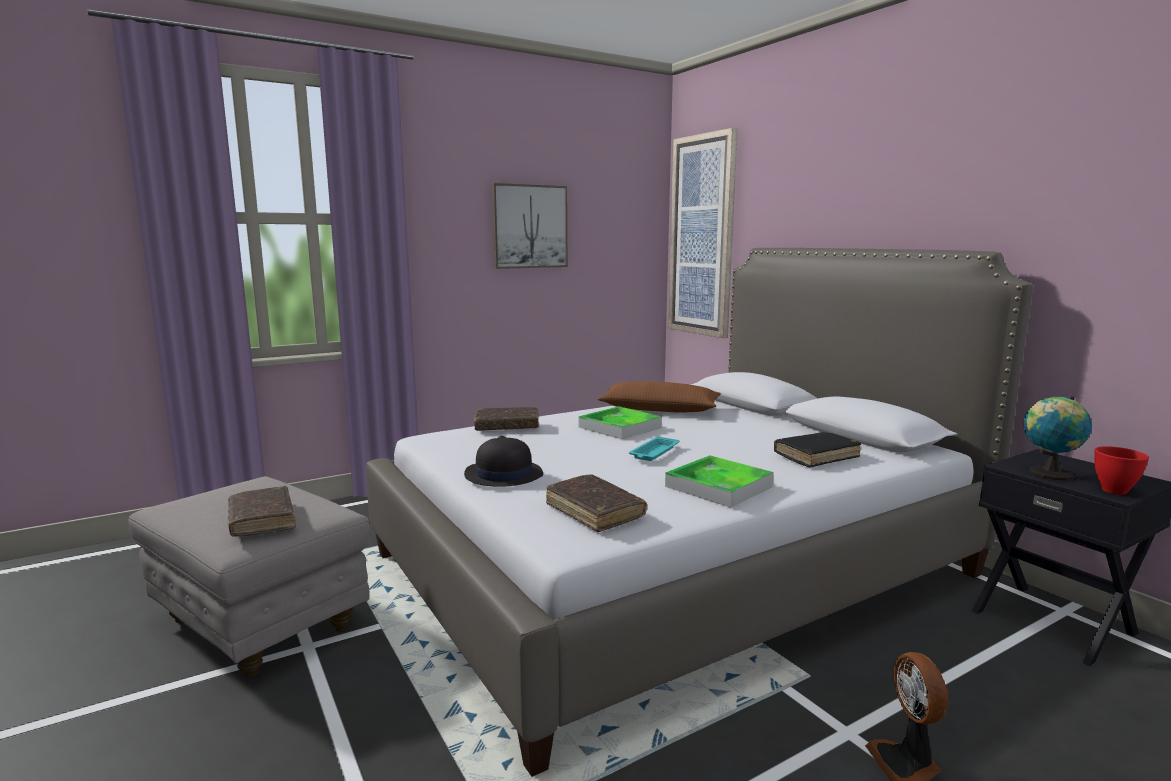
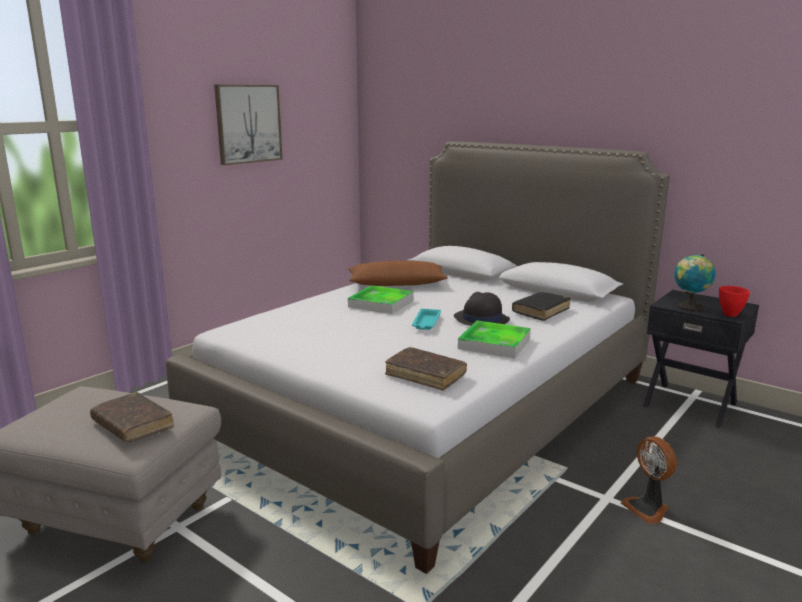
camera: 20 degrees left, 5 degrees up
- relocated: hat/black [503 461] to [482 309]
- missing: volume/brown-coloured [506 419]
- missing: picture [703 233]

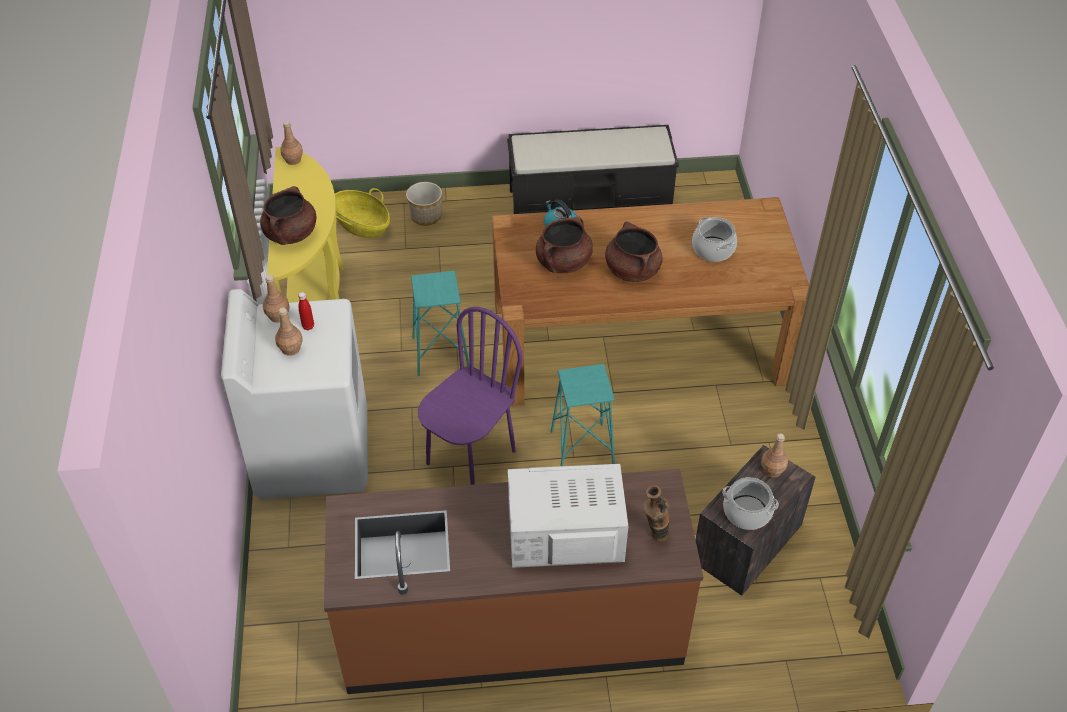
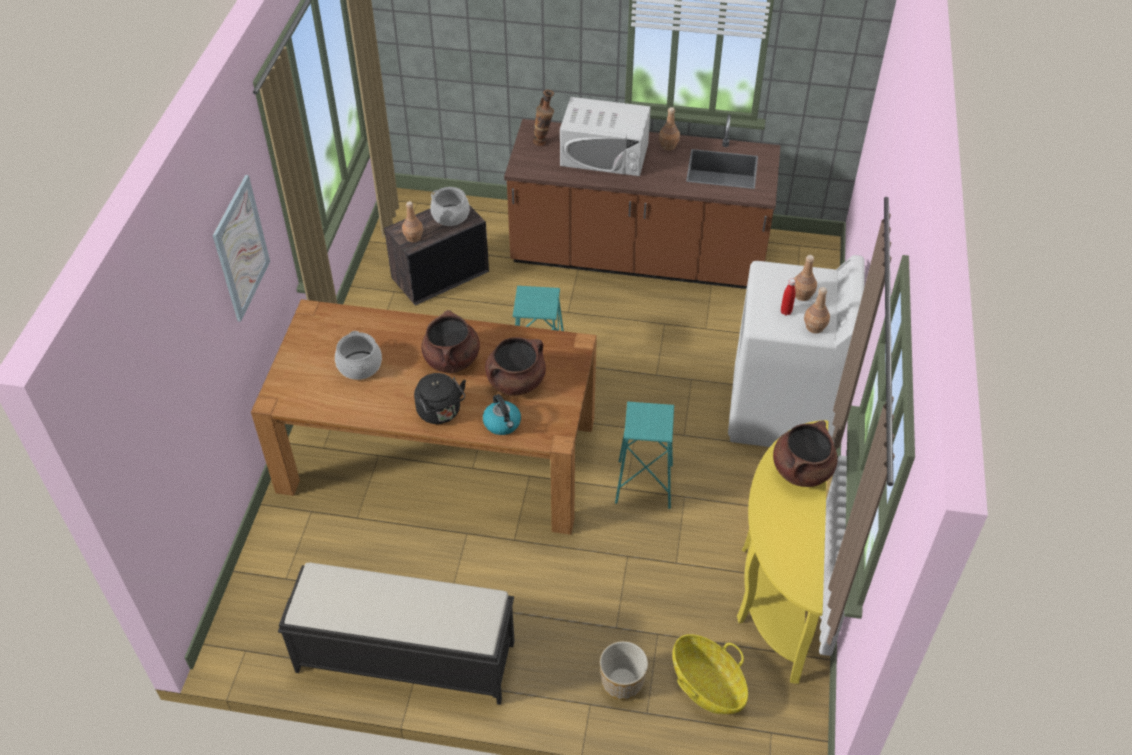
camera: 165 degrees left, 0 degrees up
- relocated: bottle/brown-coloured [291 143] to [669 128]
- missing: plain chair/purple [470 396]
- appeared: picture [241 248]
- appeared: kettle/black [440 398]

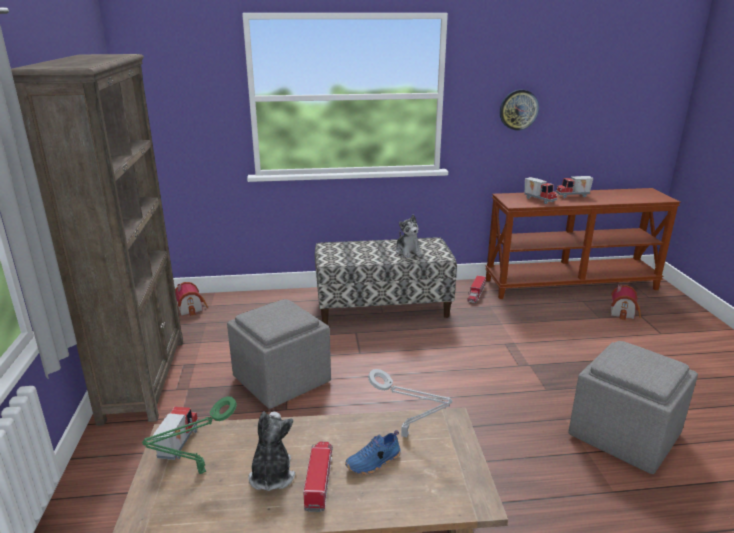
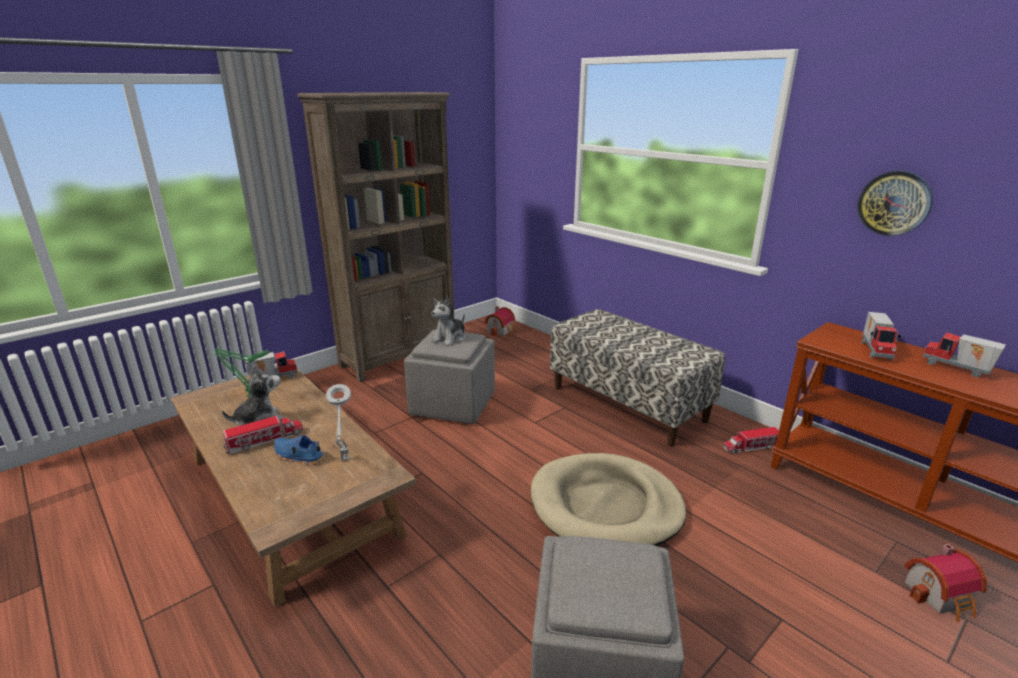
camera: 55 degrees right, 0 degrees up
- relocated: soft toy [409 236] to [448 321]
- appeared: pet bed/sand-coloured [608 499]

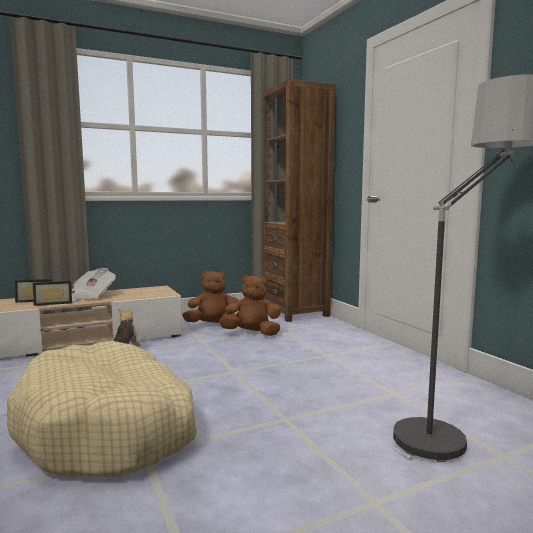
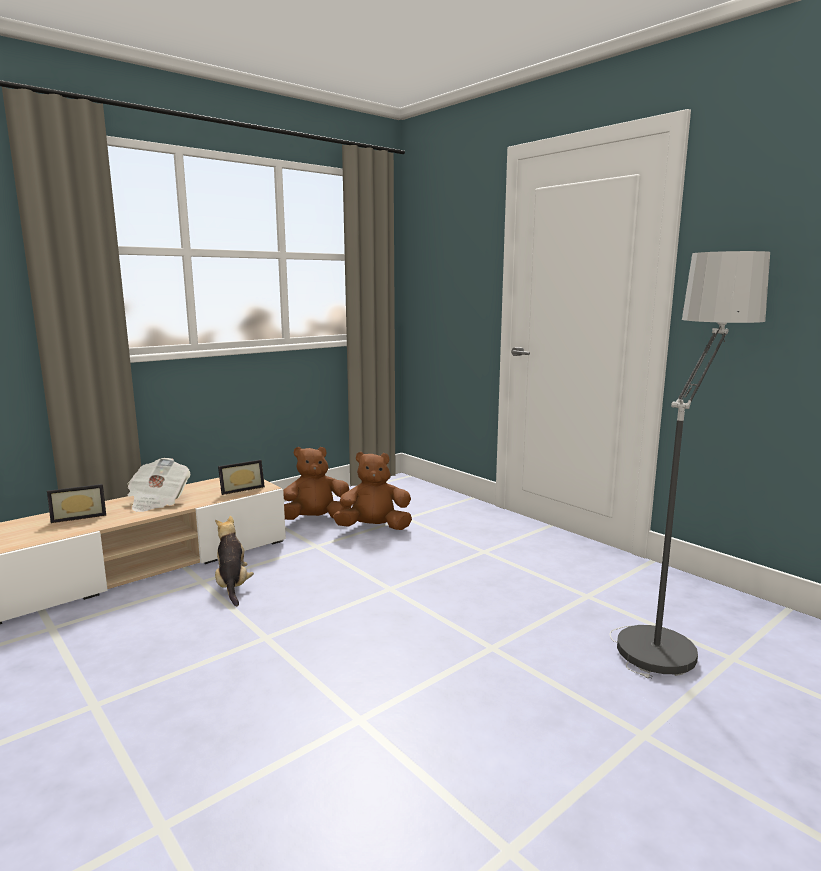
camera: 15 degrees left, 5 degrees up
- missing: pet bed/sand-coloured [102 409]
- relocated: standing frame [52 293] to [241 477]
- missing: bookcase/brown-coloured [299 200]

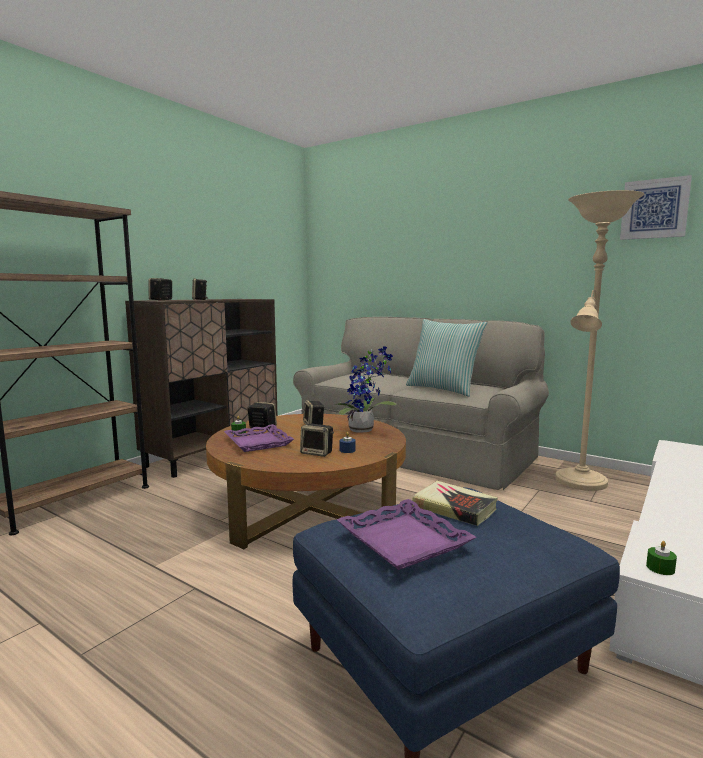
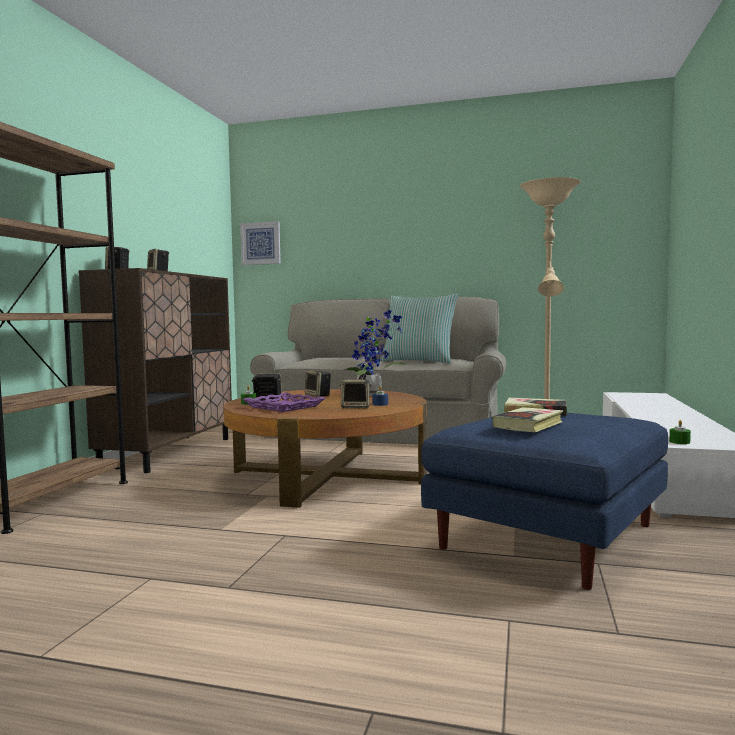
camera: 20 degrees left, 5 degrees down
- exchanged: tray/purple [406 534] to volume [527 419]
- relocated: picture [656 207] to [260 243]

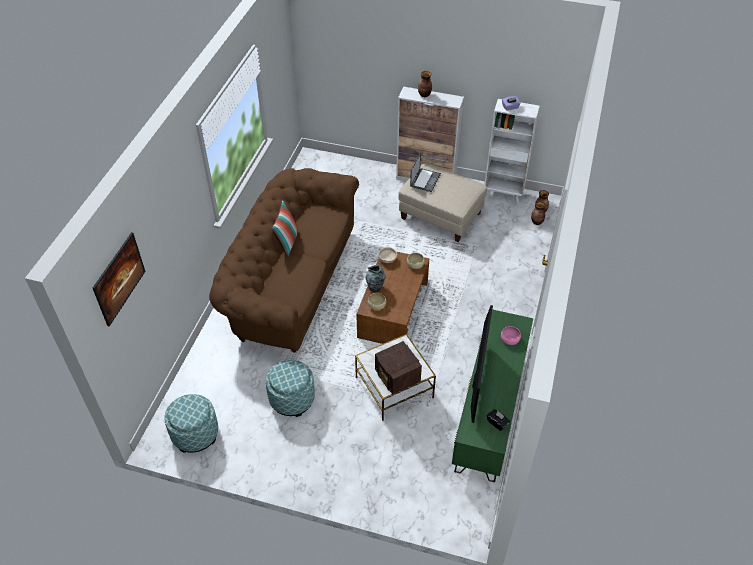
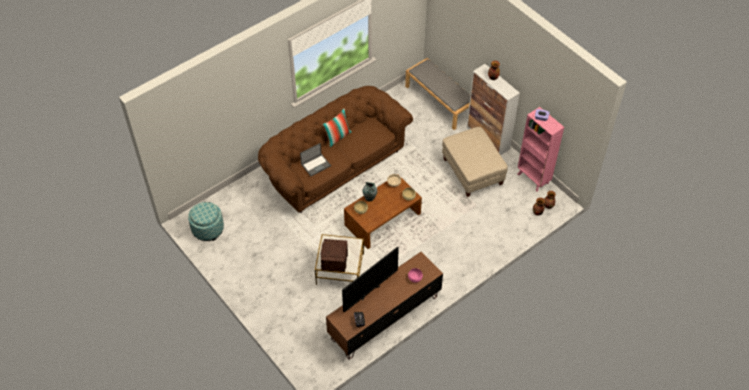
camera: 35 degrees right, 5 degrees up
- missing: picture [119 279]
- missing: ottoman [290 388]
- relocated: notebook computer [425 172] to [315 159]
- colour: tv stand/greenish [492 395] to tv stand/brown-coloured [384 306]
- colour: bookcase/whitish [512 151] to bookcase/pink [541 149]
- appeared: long seat/greyish [437 94]

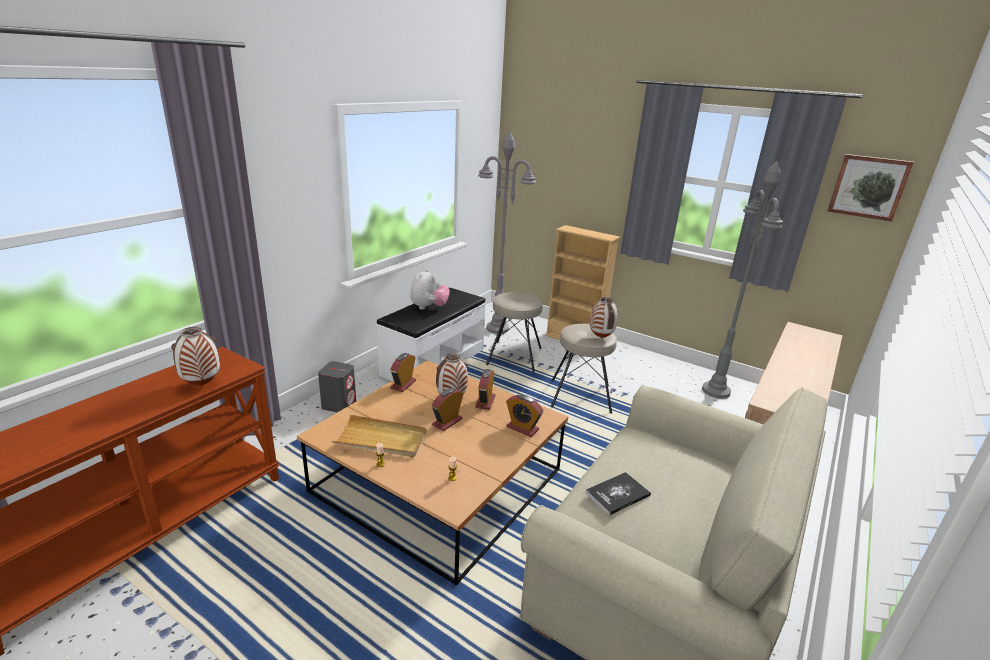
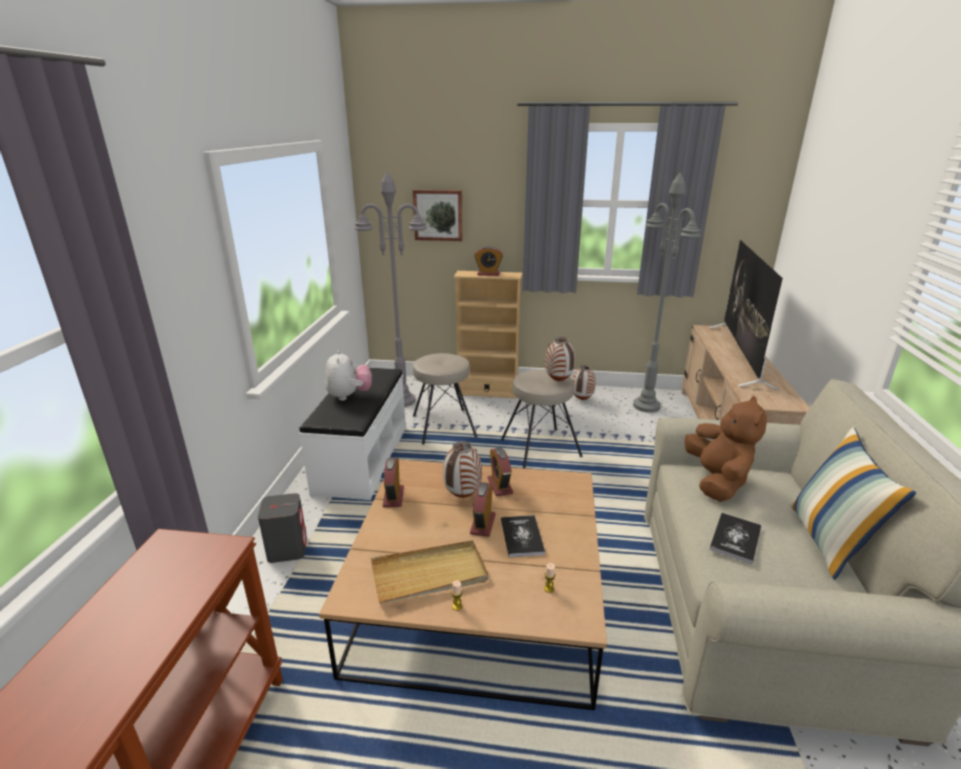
camera: 25 degrees left, 0 degrees up
- relocated: decorative vase [195 356] to [584 382]
- relocated: table clock [524 415] to [488 261]
- relocated: picture [871 187] to [438 215]
- appeared: volume [523 536]
- appeared: soft toy/brown-coloured [725 449]
- appeared: TV set [746 315]
- appeared: cushion [853 503]

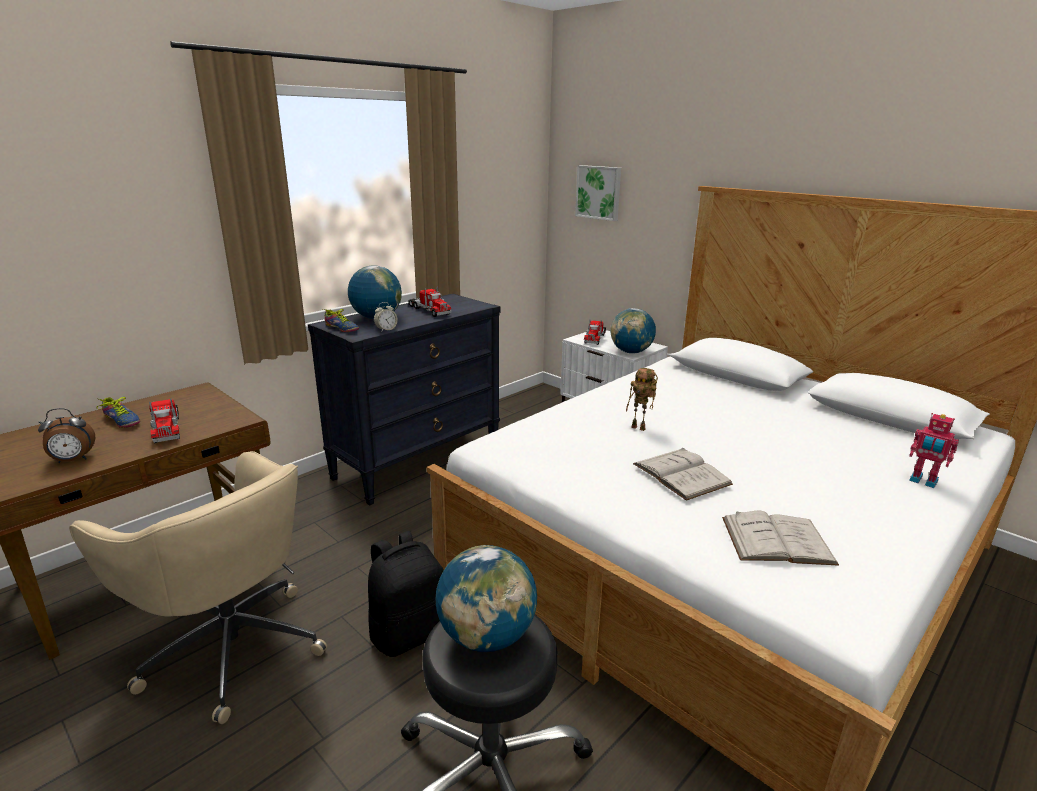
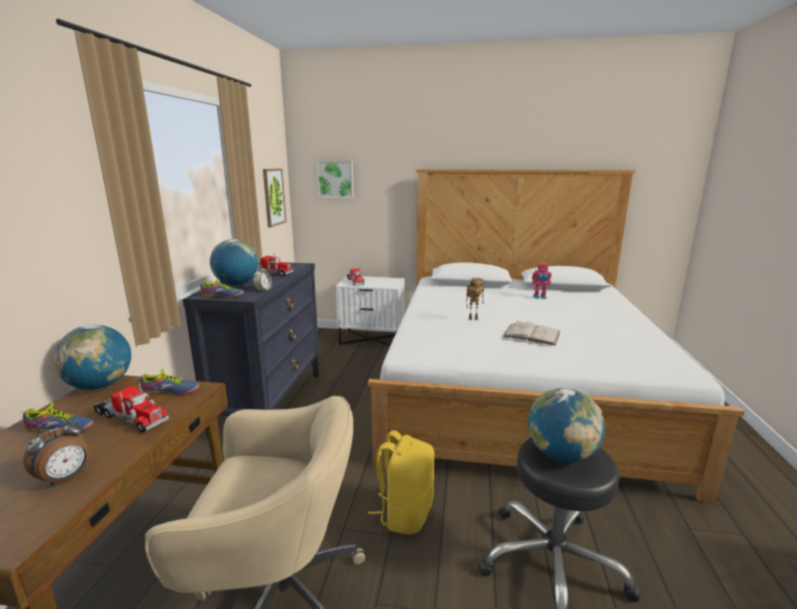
camera: 35 degrees left, 5 degrees down
- colour: backpack/black [406 594] to backpack/yellow-coloured [401 482]
- relocated: globe [633 331] to [92 357]
- missing: volume/whitish [780 538]
- relocated: toy robot [934 450] to [542 280]
- appeared: low shoe [169 382]
- appeared: picture [274 197]

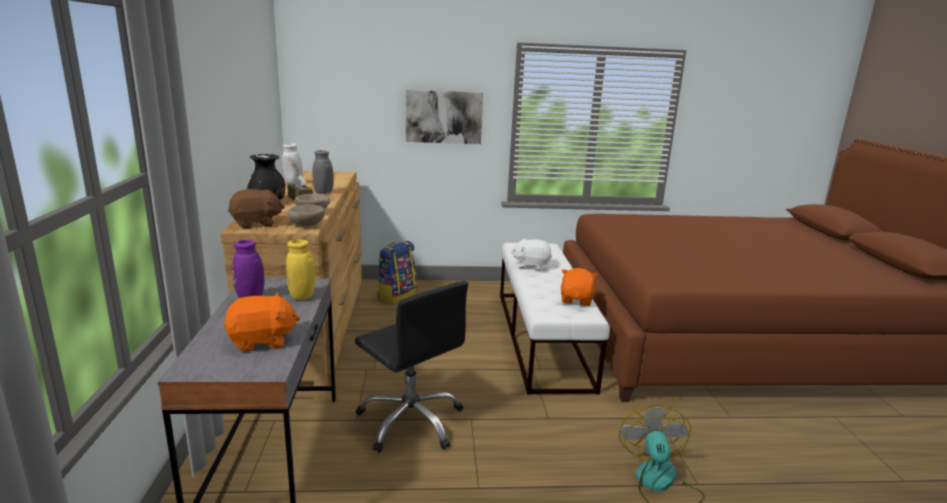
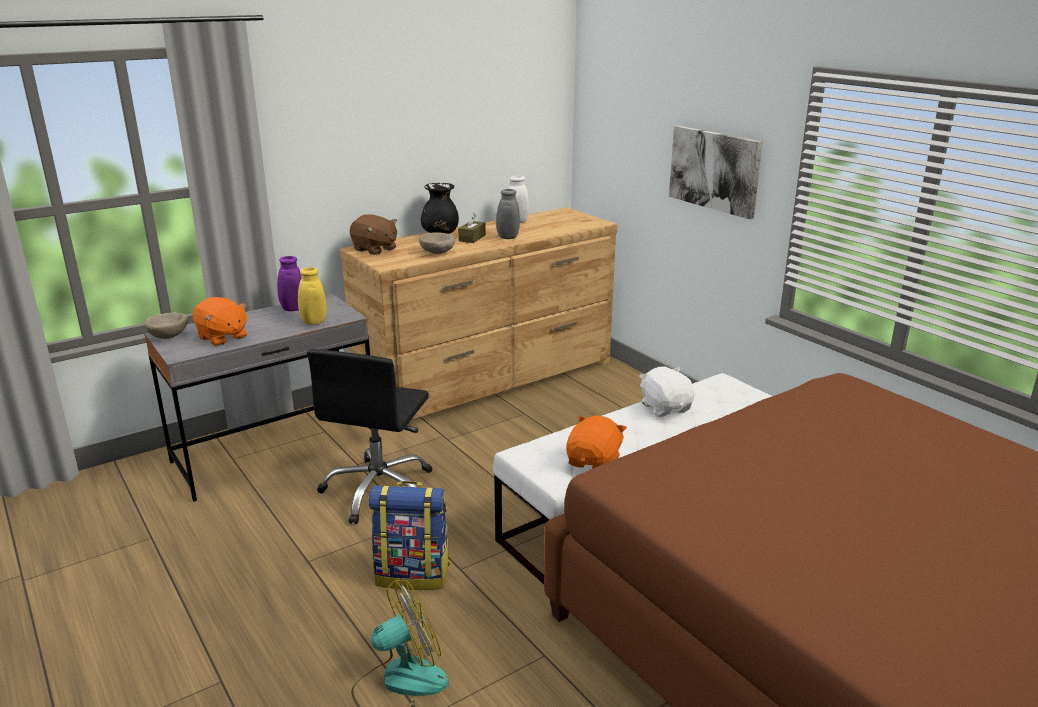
camera: 60 degrees right, 5 degrees up
- relocated: deep dish/sand-coloured [306 215] to [166 325]
- relocated: backpack [397 272] to [409 535]
- spun: soft toy/orangey [579 287] = [596 442] 45 degrees counterclockwise

